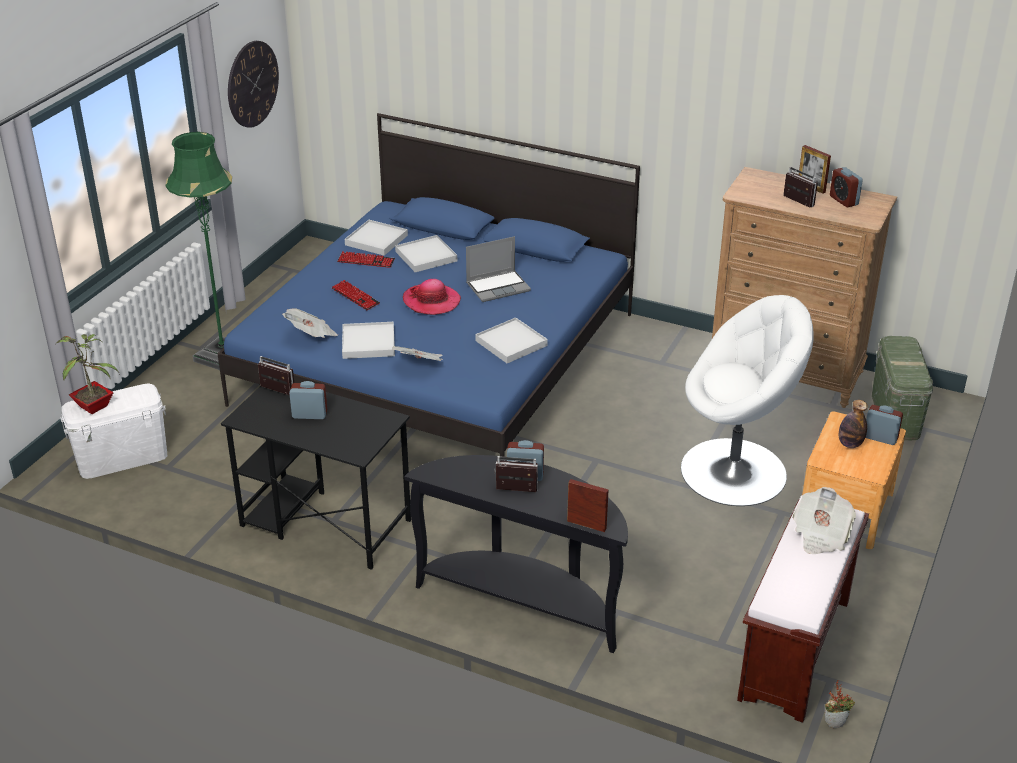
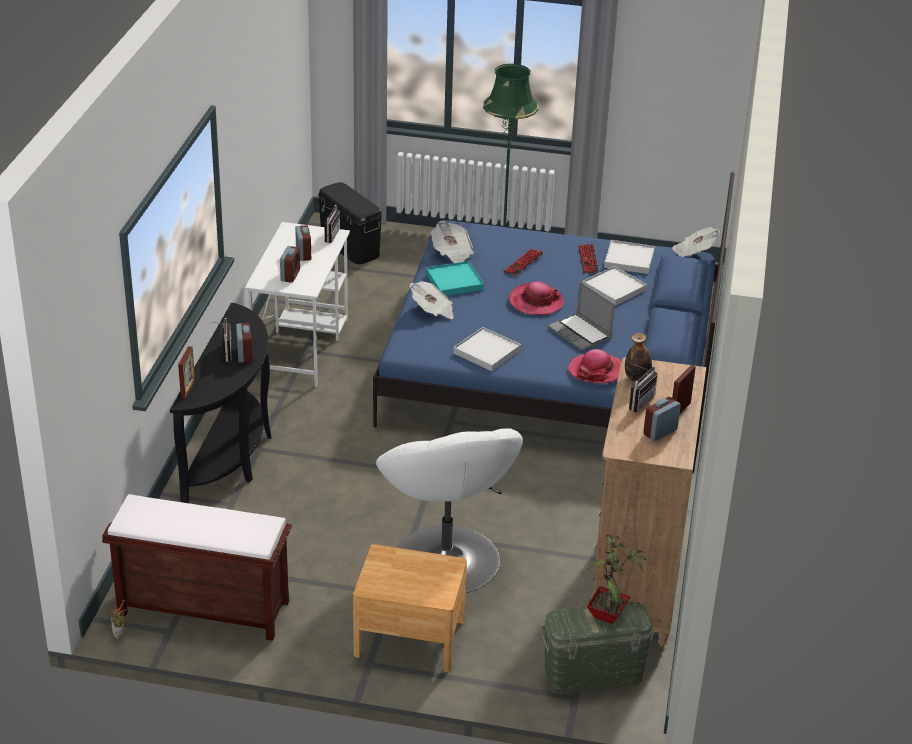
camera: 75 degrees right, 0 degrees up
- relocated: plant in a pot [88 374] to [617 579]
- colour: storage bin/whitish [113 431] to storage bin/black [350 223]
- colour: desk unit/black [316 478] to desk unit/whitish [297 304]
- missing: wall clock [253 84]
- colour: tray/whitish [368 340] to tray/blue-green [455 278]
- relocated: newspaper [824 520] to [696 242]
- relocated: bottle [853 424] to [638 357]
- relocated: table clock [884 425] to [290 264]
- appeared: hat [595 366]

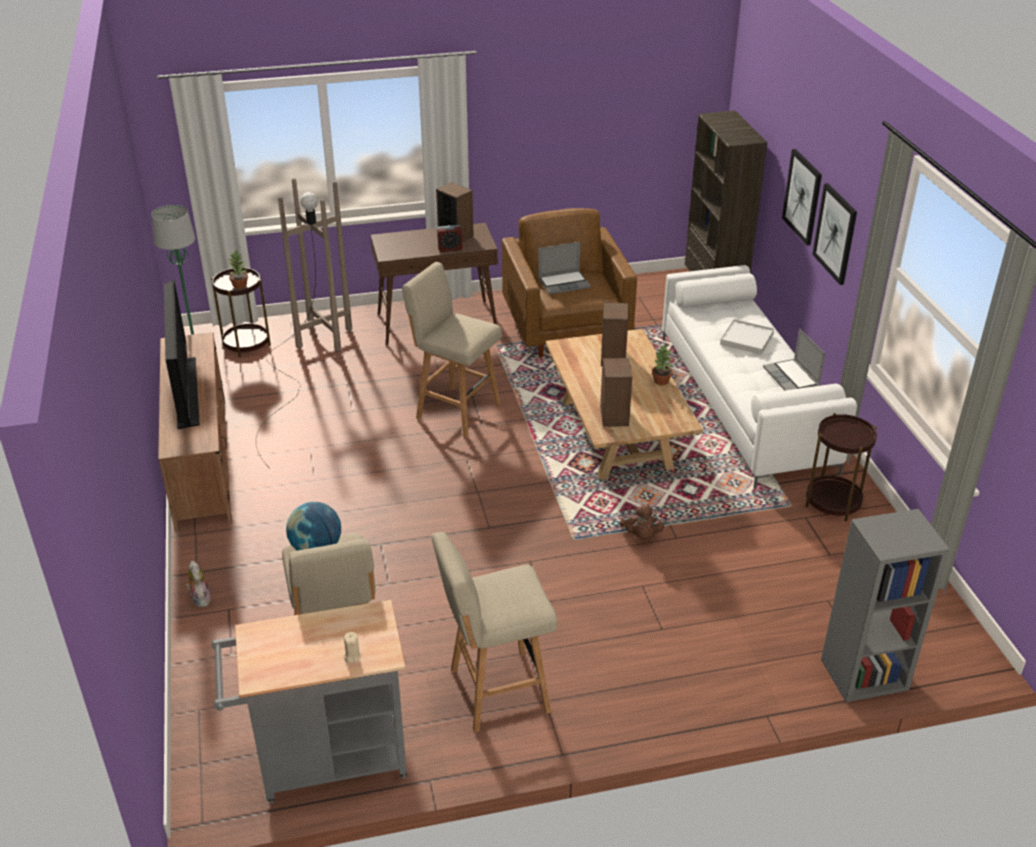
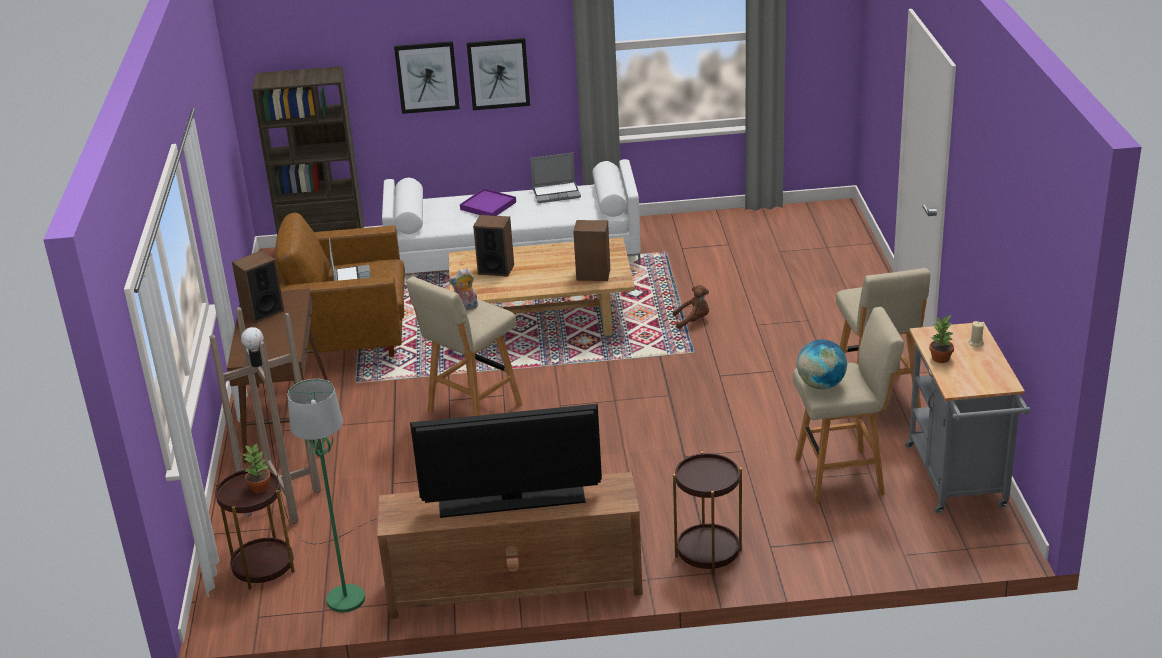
camera: 80 degrees left, 5 degrees down
- relocated: soft toy [198 584] to [463 289]
- missing: table clock [449 238]
- relocated: plant in a pot [662 365] to [941 338]
- colour: tray/whitish [747 337] to tray/purple [488 202]
- relocated: end table/brown-coloured [841 467] to [707 513]
- missing: bookcase/greyish [885 605]

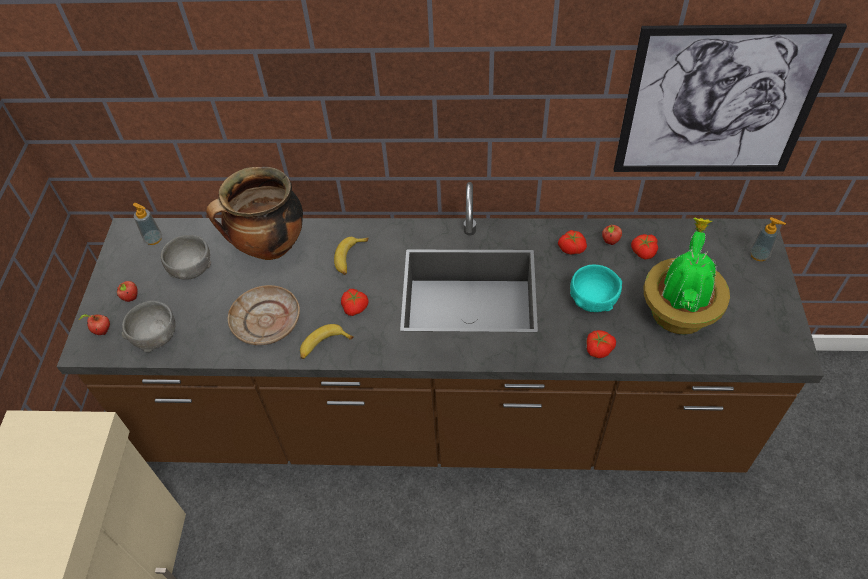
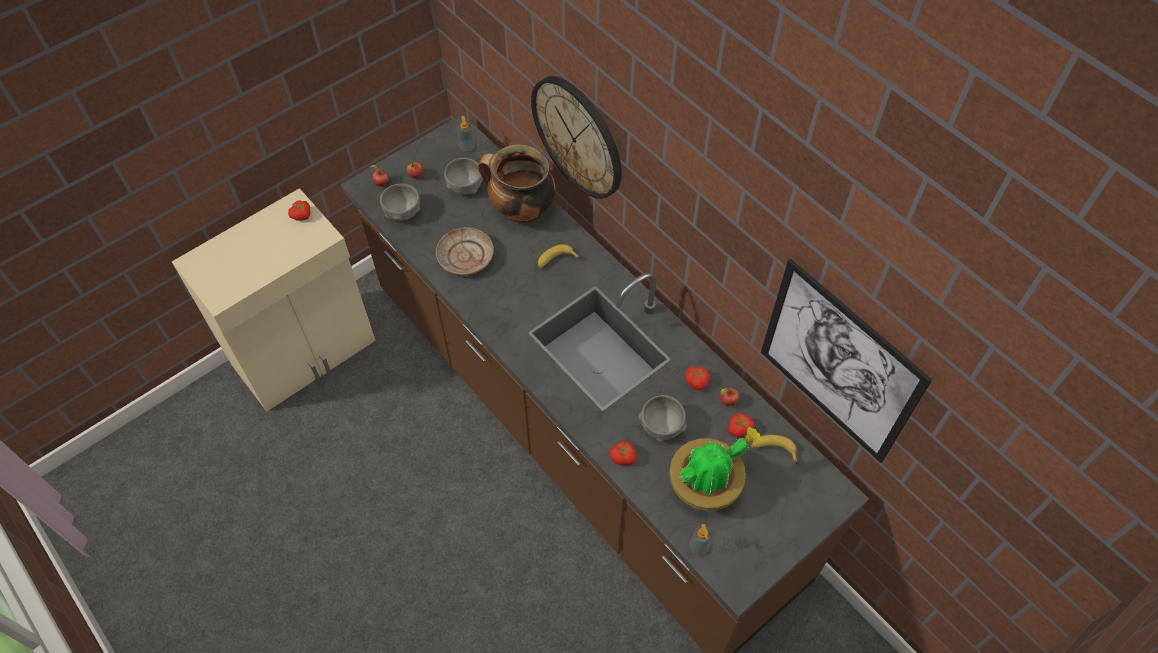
camera: 45 degrees right, 5 degrees up
- relocated: banana fruit [327 341] to [774 449]
- relocated: fresh tomato [355 302] to [299 210]
- colour: deep dish/blue-green [596 288] to deep dish/greyish [663 418]
- relocated: soap bottle [768 239] to [700 540]
- appeared: wall clock [576 137]

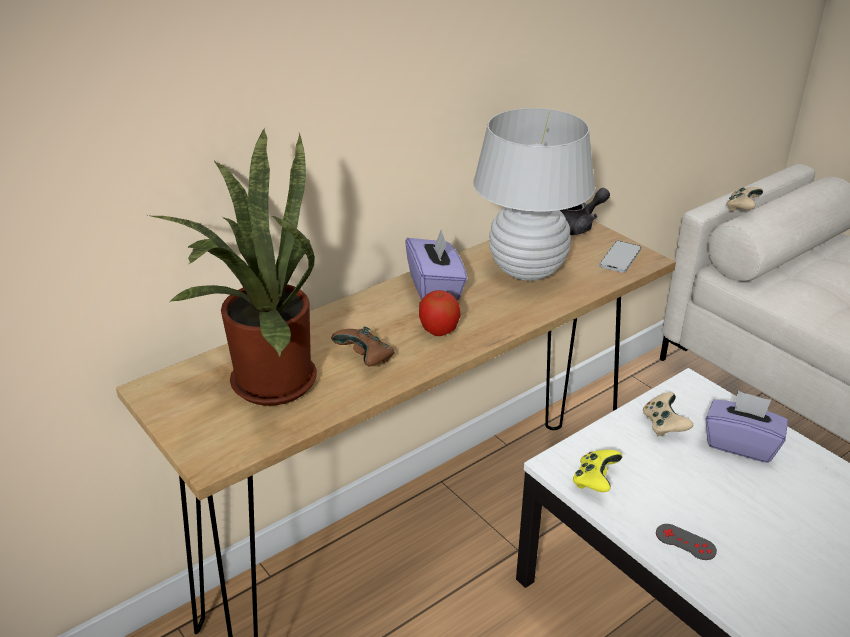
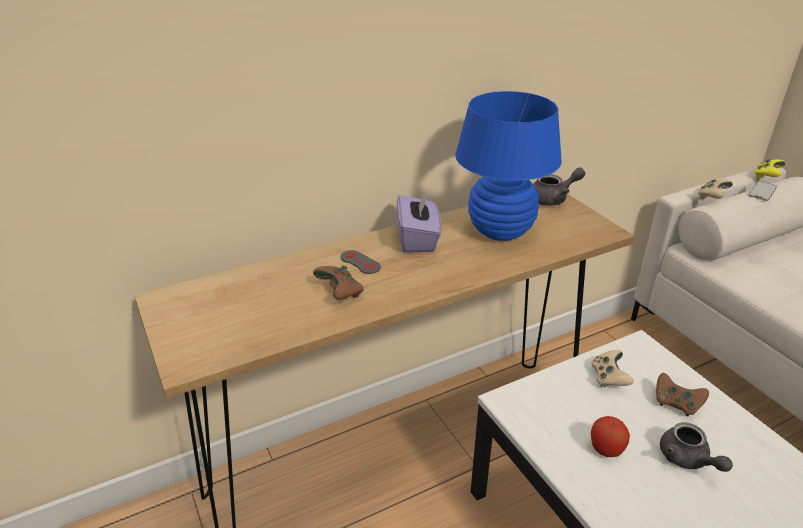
camera: 10 degrees right, 0 degrees up
- missing: plant in a pot [232 266]
- relocated: apple [440 313] to [610 436]
- colour: table lamp/whitish [534 194] to table lamp/blue-coloured [508 166]
- relocated: gamepad/yellow-coloured [598 471] to [769 169]
- relocated: phone [620 257] to [762 191]
- relocated: gamepad/greyish [686 542] to [360 262]
- exchanged: tissue box/purple [747 426] to gamepad/brown-coloured [682 395]
- appeared: teapot/greyish [696 447]

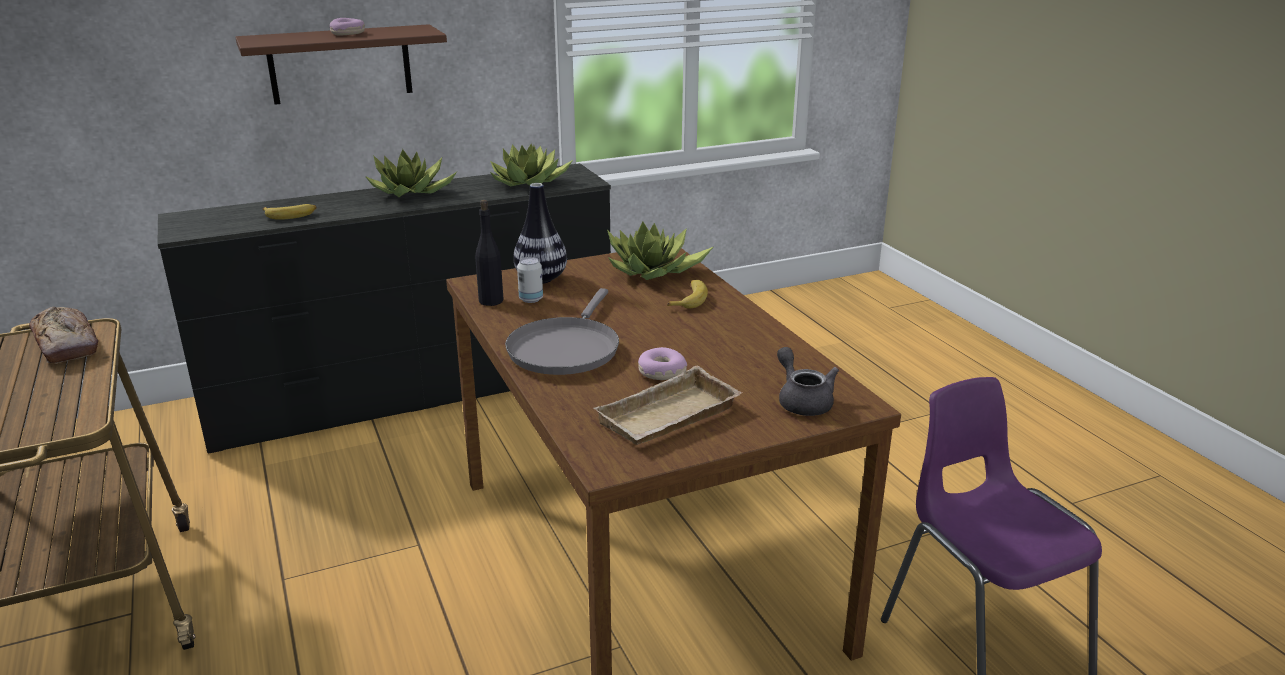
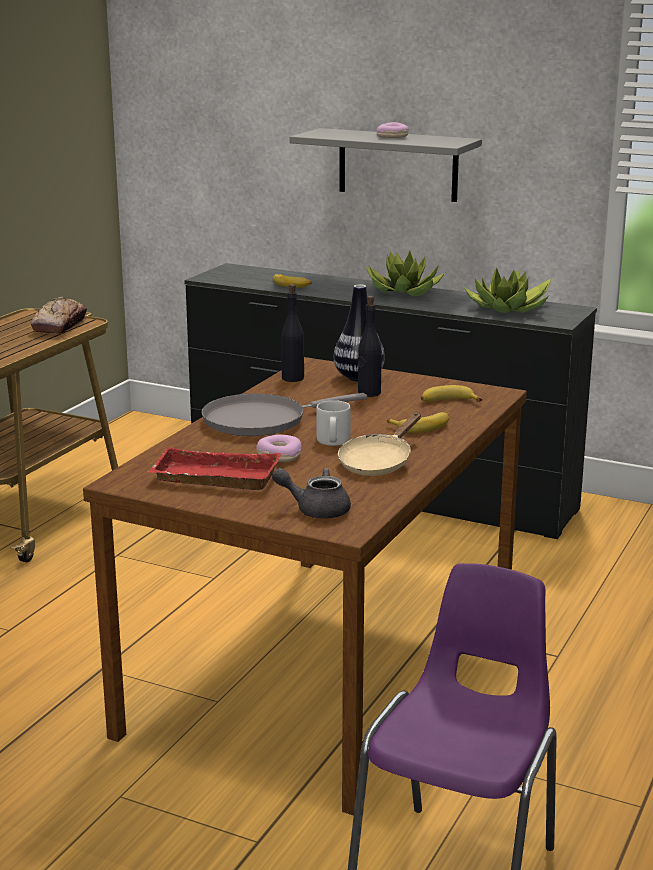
camera: 50 degrees right, 5 degrees down
- colour: shelf/brown-coloured [341 64] to shelf/greyish [385 165]
- missing: sealed can [530 280]
- colour: tray/sand-coloured [667 405] to tray/reddish [214 468]
- exchanged: plant in a pot [660 250] to banana fruit [451 393]
- spun: teapot/greyish [808 381] = [311 493] 105 degrees counterclockwise
- appeared: tea mug/greyish [333 423]
- appeared: pan/sand-coloured [379 444]
- appeared: bottle/black [370 346]

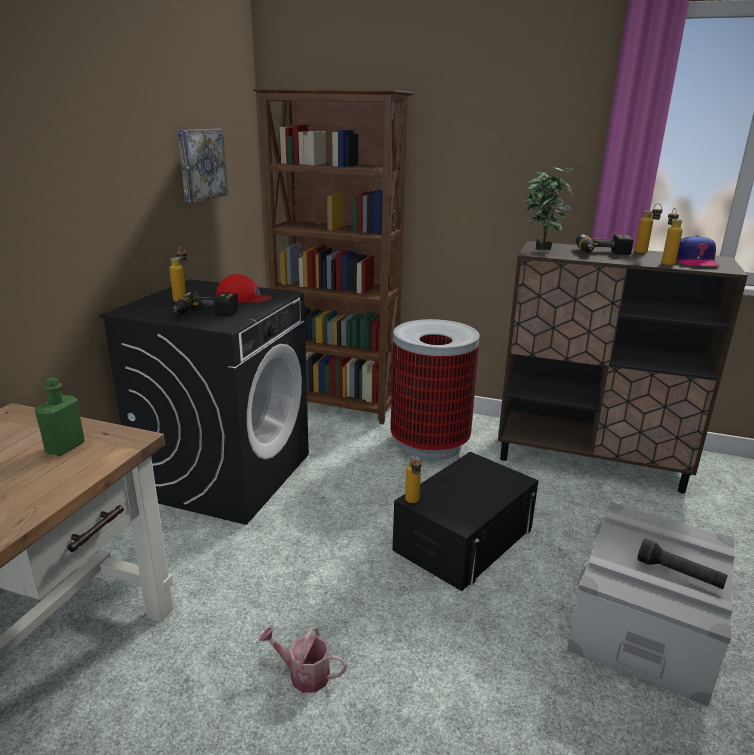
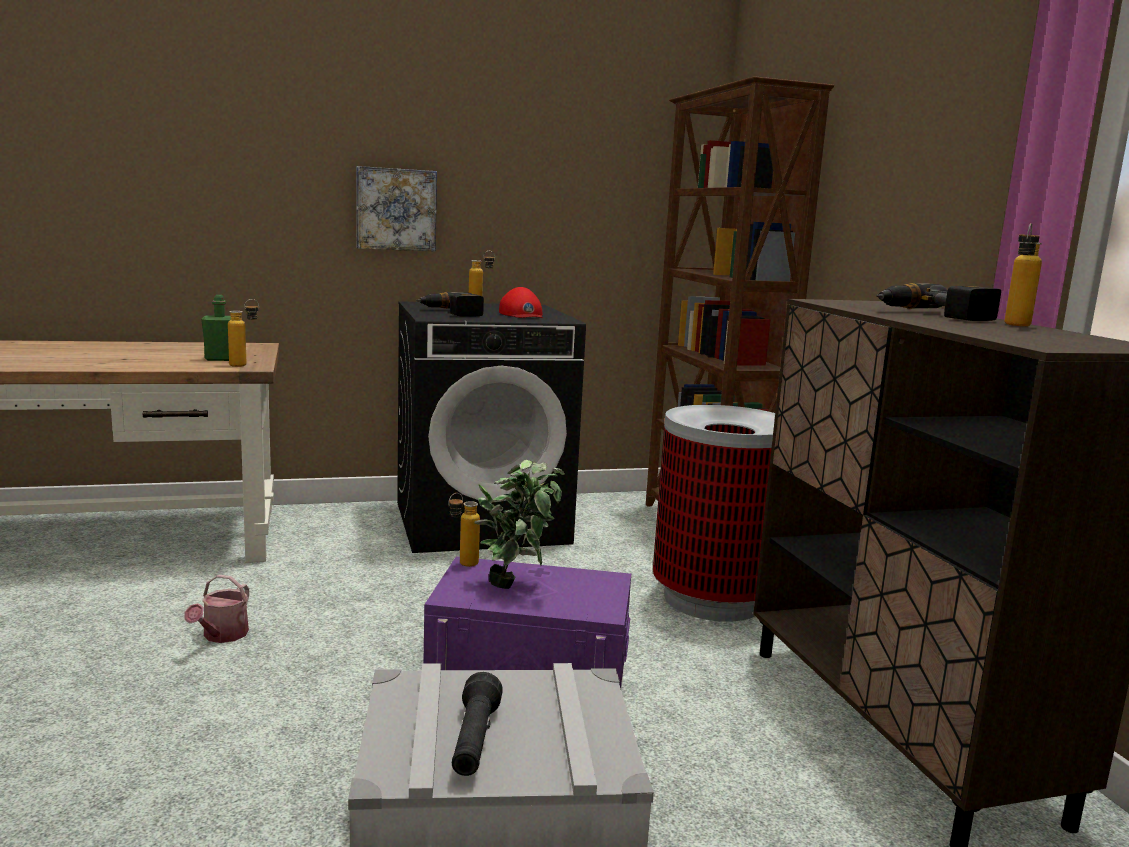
camera: 55 degrees right, 10 degrees down
- relocated: picture [203 166] to [396 209]
- spun: sprinkling can [303 659] = [217 608] 150 degrees counterclockwise
- colour: storage bin/black [465 521] to storage bin/purple [527 622]
- relocated: plant in a pot [549 208] to [519 524]
- relocated: bottle [672 236] to [243 333]
- missing: cap [698 250]

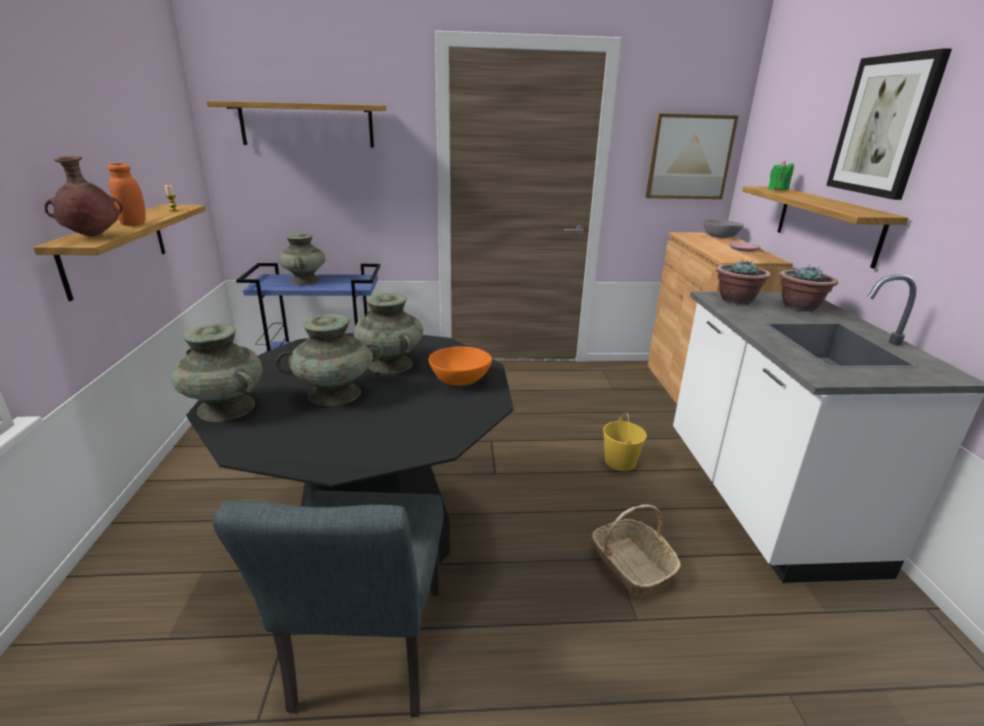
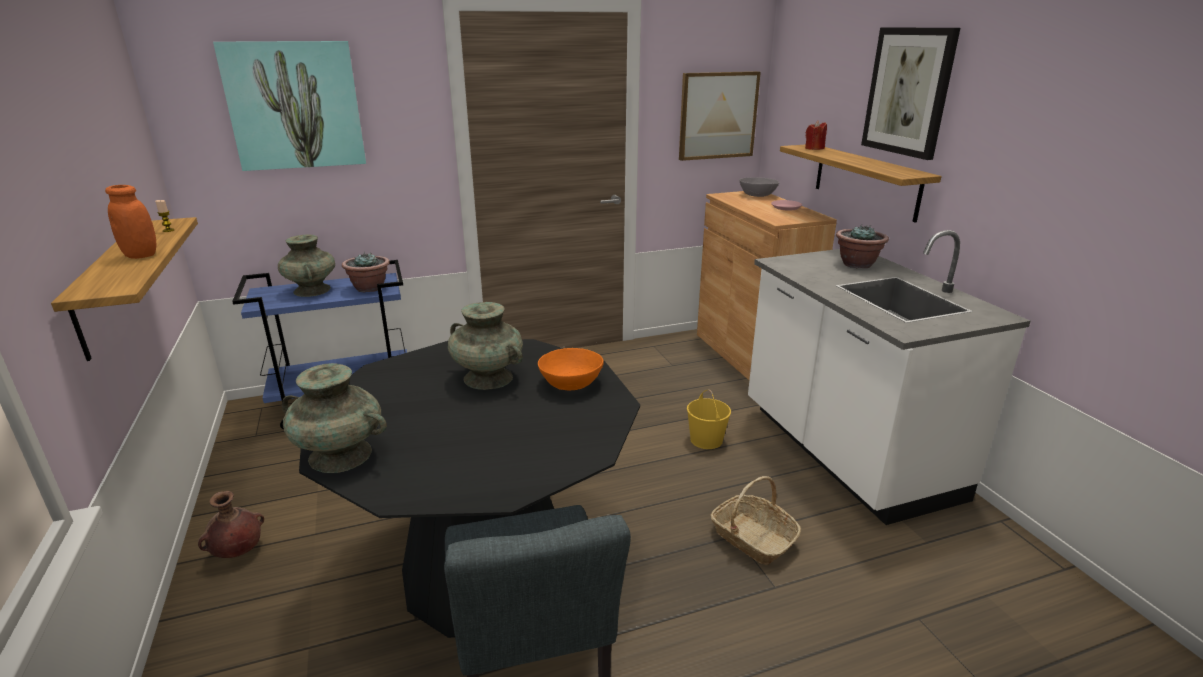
camera: 15 degrees left, 0 degrees up
- relocated: decorative vase/brown-coloured [84 196] to [231 524]
- exchanged: shelf [296 124] to picture [289 106]
- missing: decorative vase/blue-green [329 360]
- relocated: plant in a pot [743 281] to [366 272]
- colour: wax candle/greenish [781 175] to wax candle/reddish [816 135]

